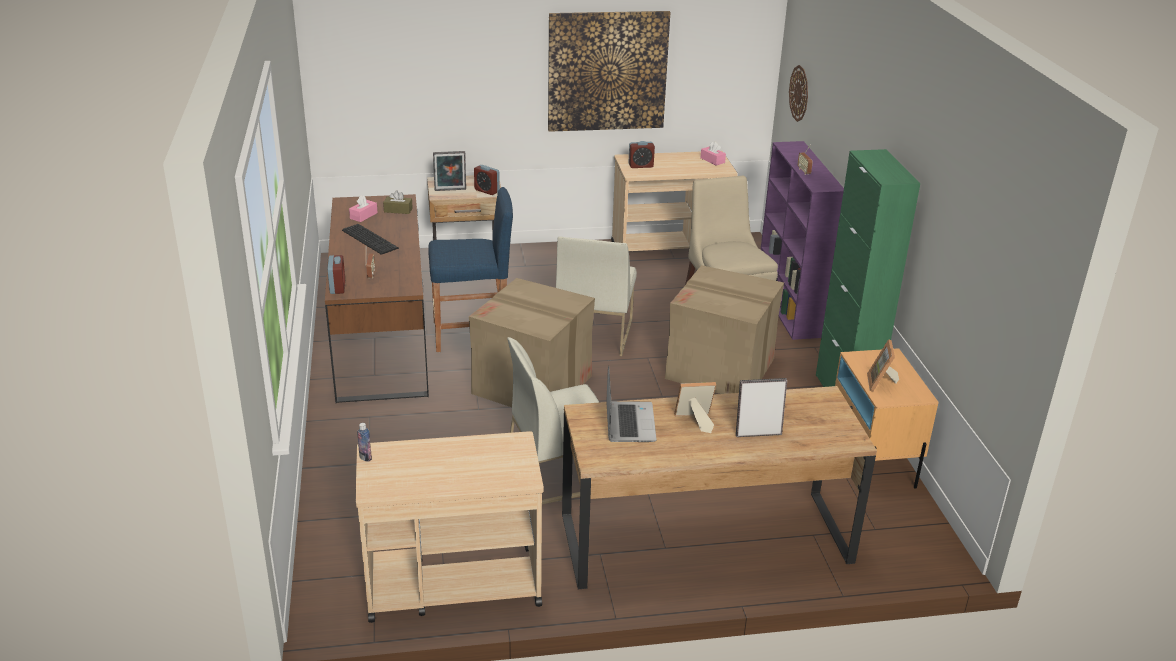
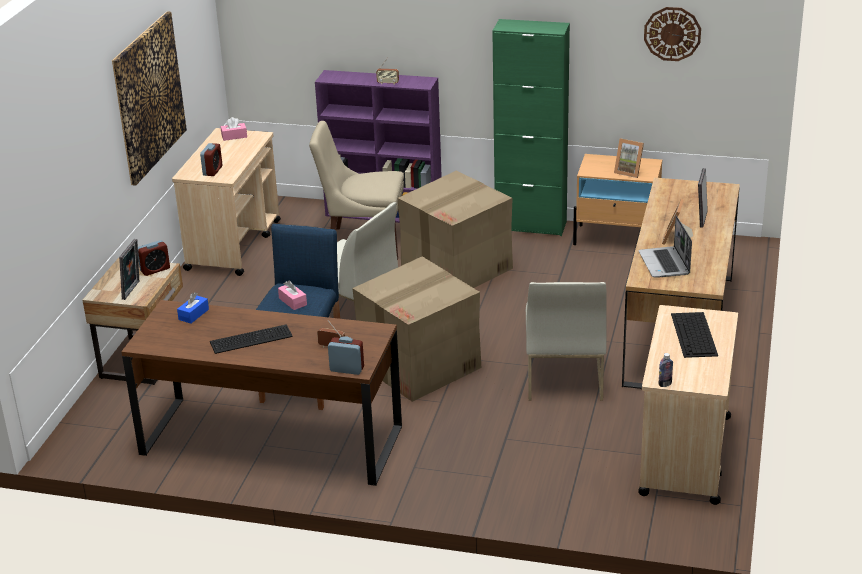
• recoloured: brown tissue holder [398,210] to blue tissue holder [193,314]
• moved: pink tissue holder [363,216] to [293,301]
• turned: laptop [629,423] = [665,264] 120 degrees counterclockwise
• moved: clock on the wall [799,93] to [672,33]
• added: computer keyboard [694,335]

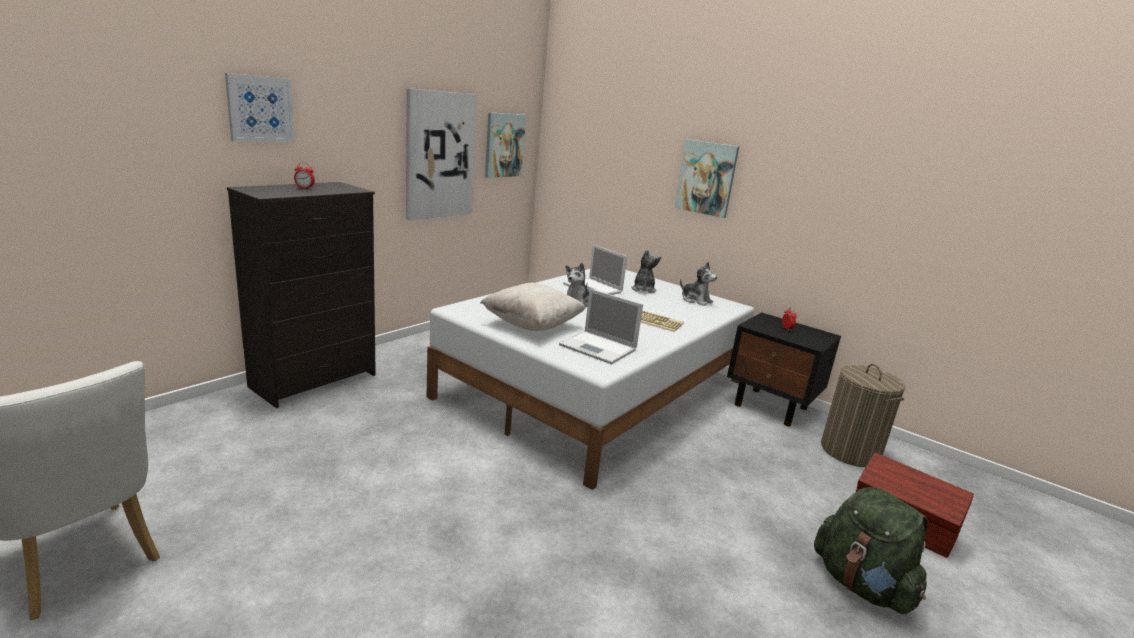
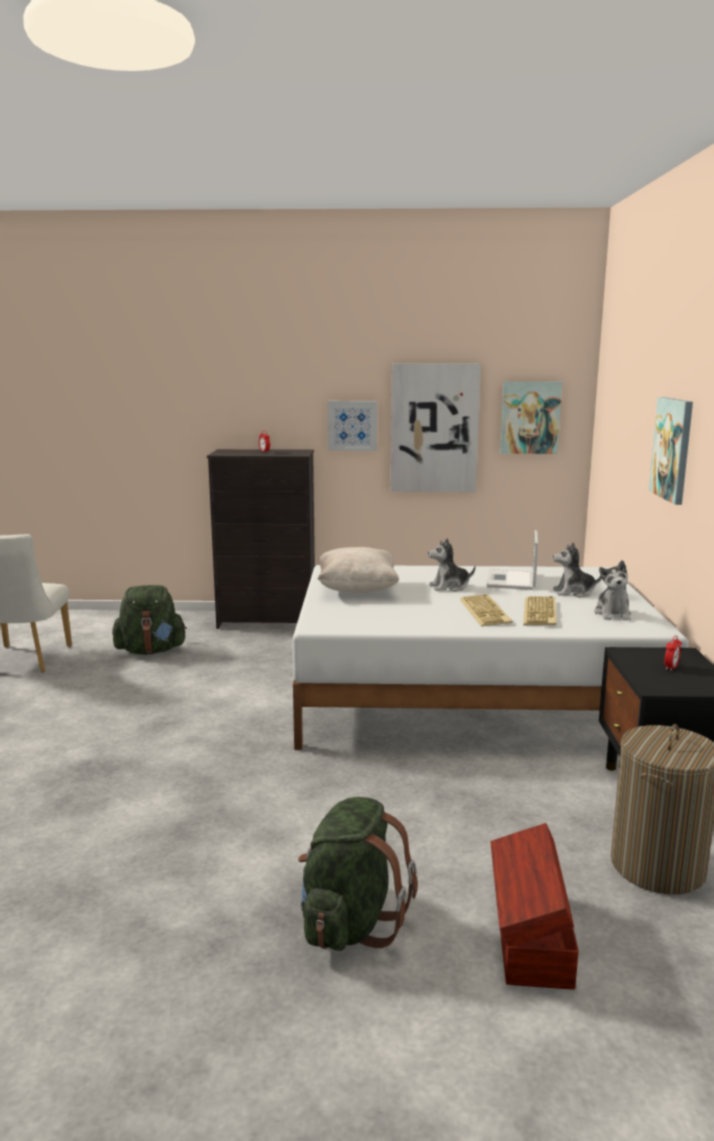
• added: green rucksack [151,651]
• moved: wall art [260,109] to [352,425]
• added: computer keyboard [541,613]
• turned: soft toy [643,289] = [574,592] 150 degrees counterclockwise
• removed: laptop [599,348]

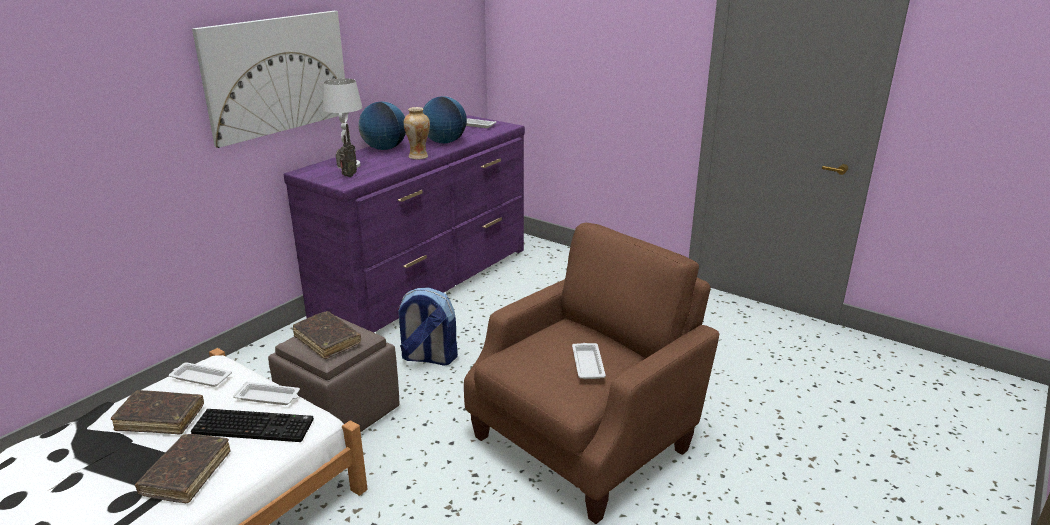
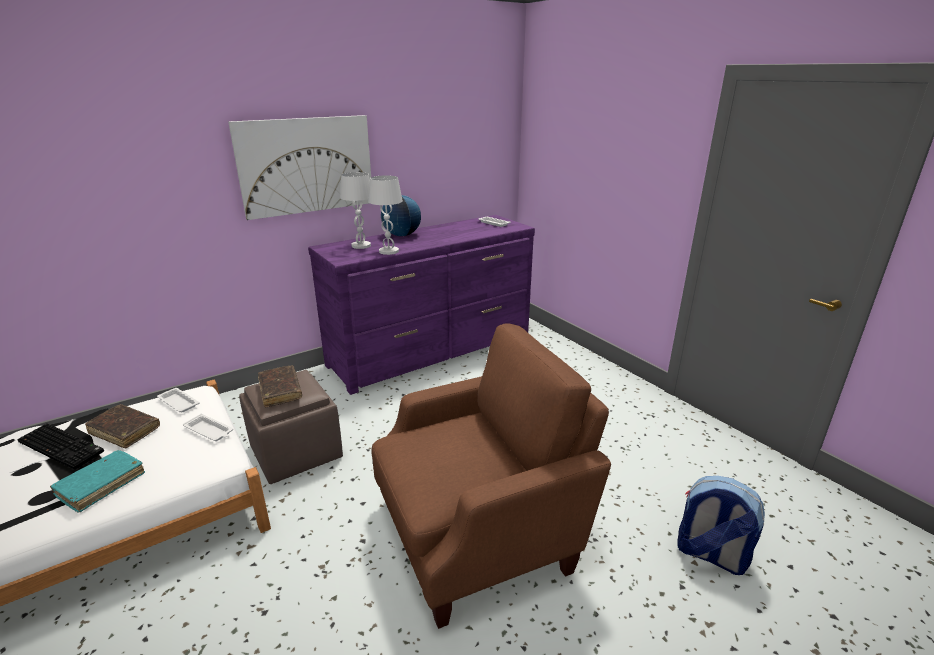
• moved: computer keyboard [255,426] to [63,446]
• recoloured: brown bound book [187,474] to turquoise bound book [101,485]
• added: whitish tabletop lamp [389,251]
• moved: rucksack [428,358] to [710,555]
• removed: radio receiver [347,176]
• removed: flower vase [418,157]
• removed: globe [444,142]
• removed: whitish serving tray [587,364]

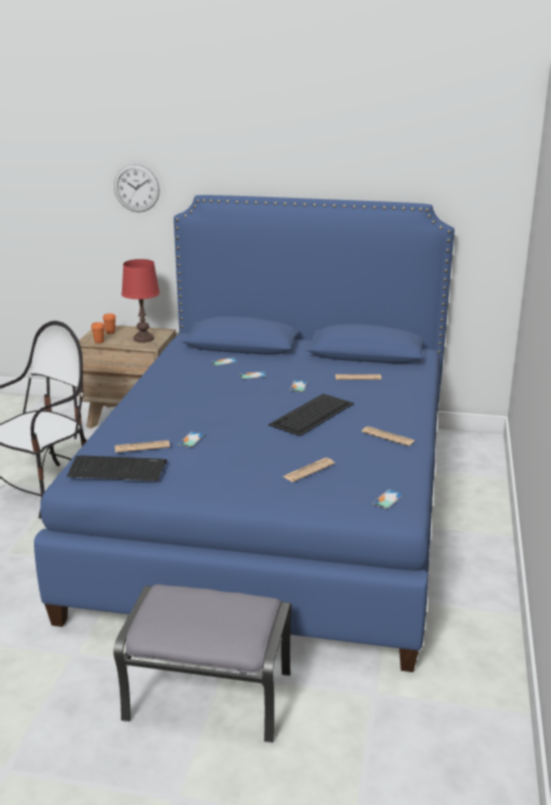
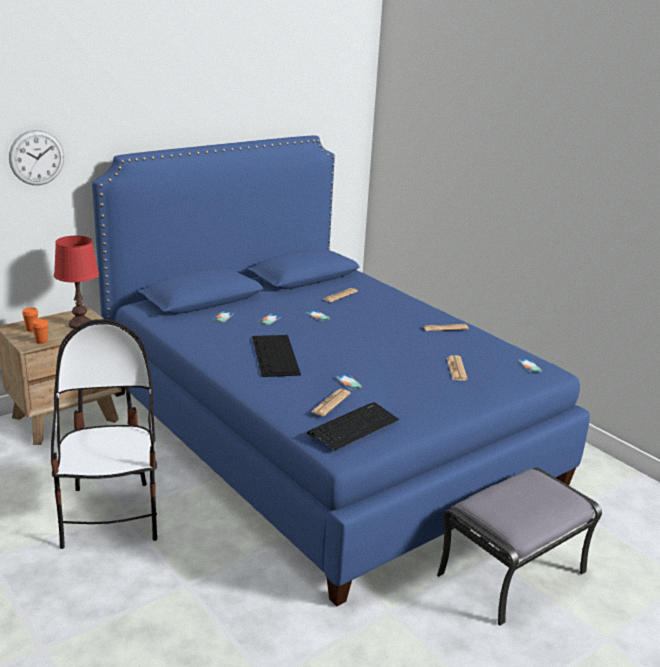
• moved: computer keyboard [311,414] to [276,355]

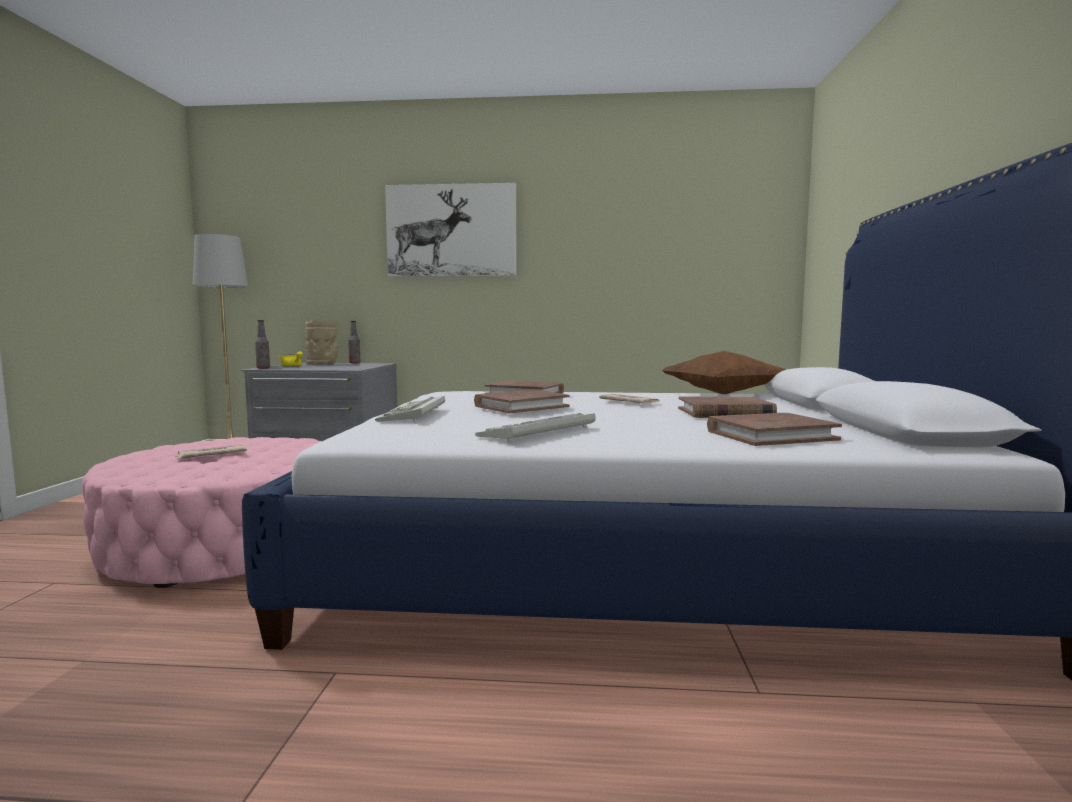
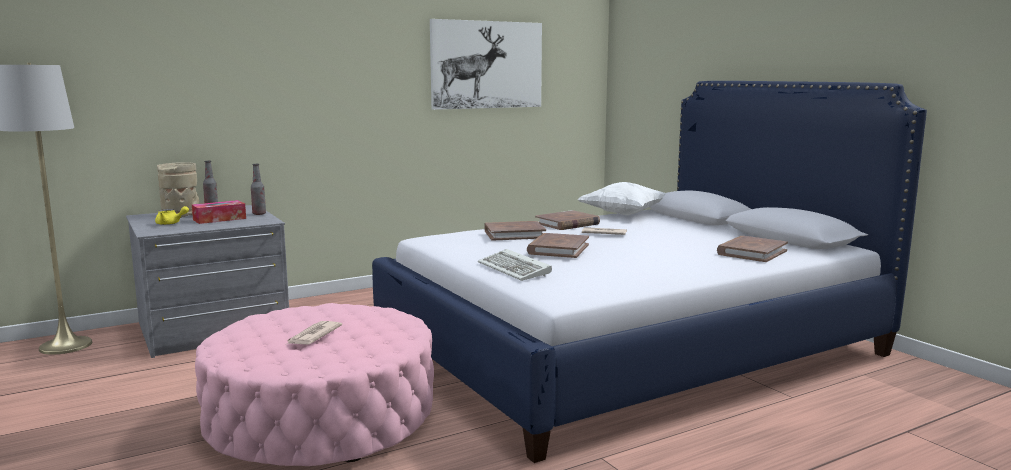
• added: tissue holder [219,219]
• moved: bottle [263,368] to [259,214]
• moved: wall art [451,231] to [487,65]
• moved: brown bound book [725,413] to [567,224]
• recoloured: brown throw pillow [723,393] to whitish throw pillow [623,214]
• removed: computer keyboard [537,433]

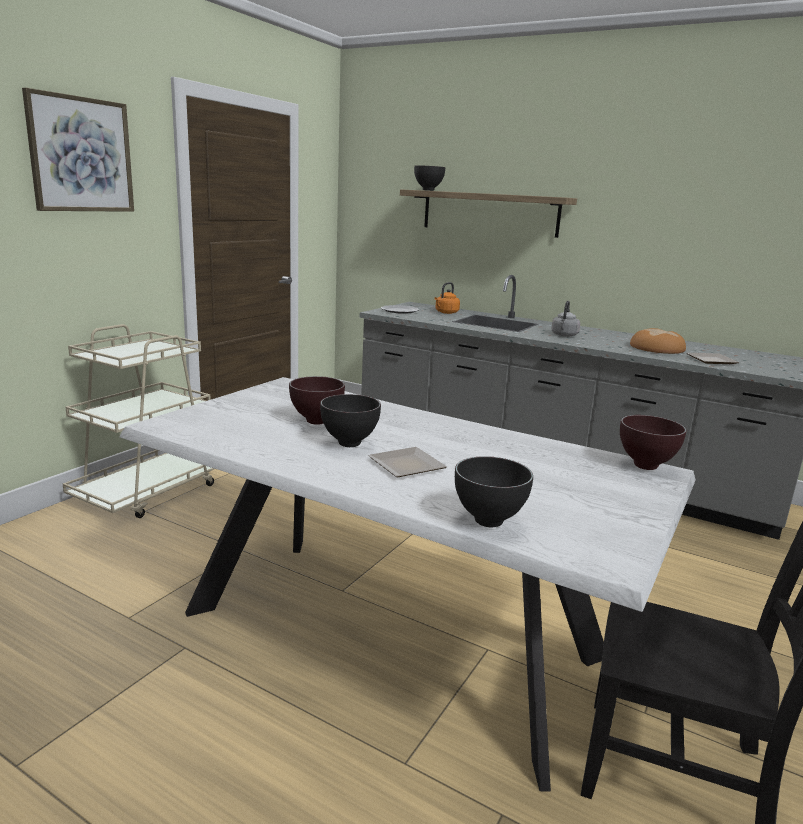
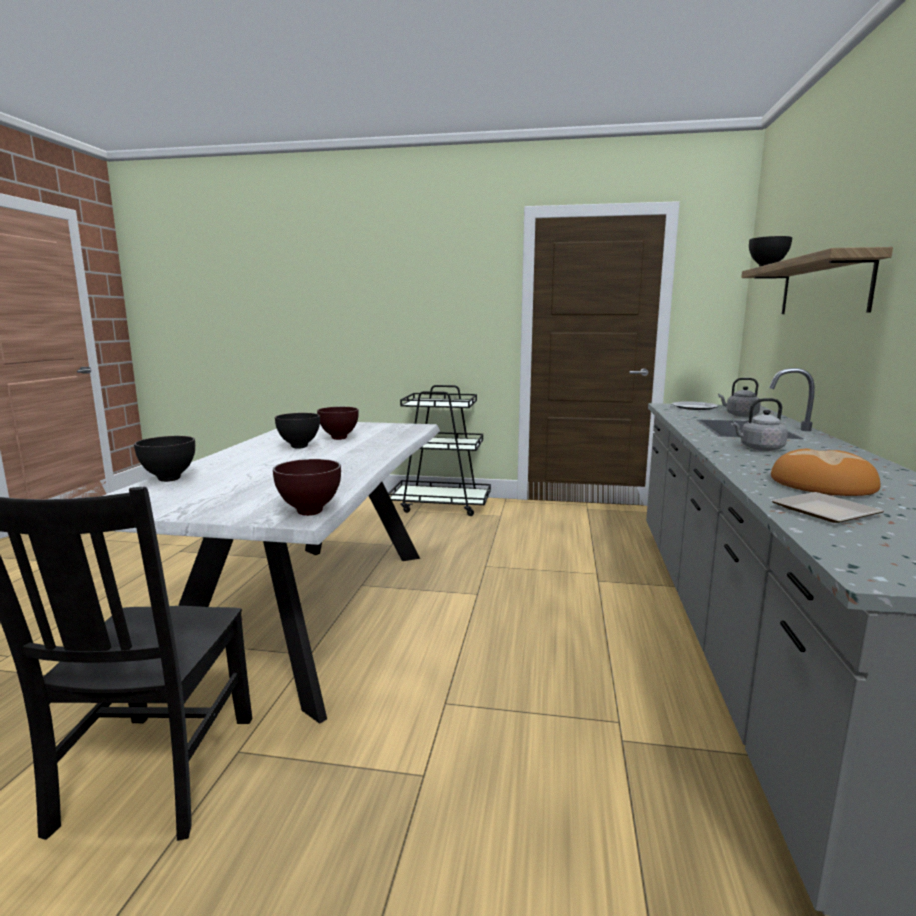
• recoloured: beige-coloured trolley [149,492] to black trolley [441,505]
• recoloured: orange-coloured water kettle [446,312] to gray water kettle [740,415]
• removed: wall art [81,155]
• removed: flat dish [404,465]

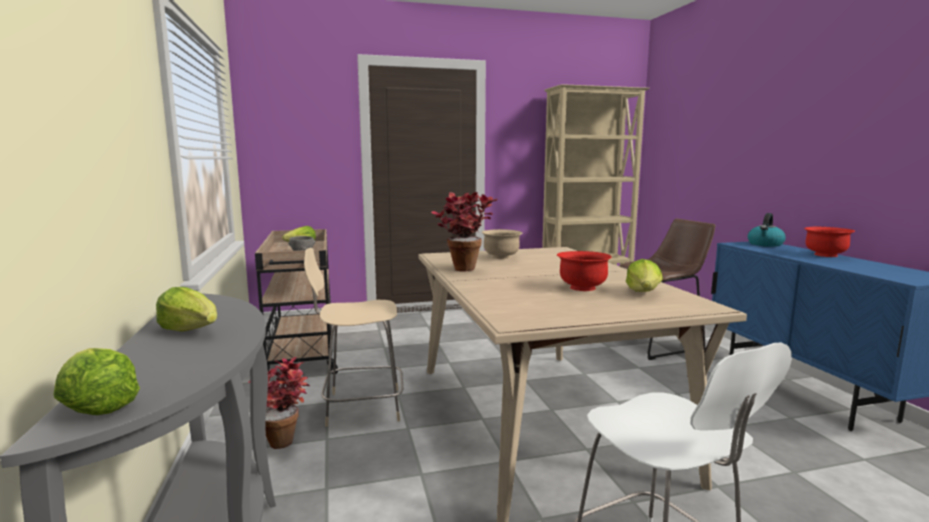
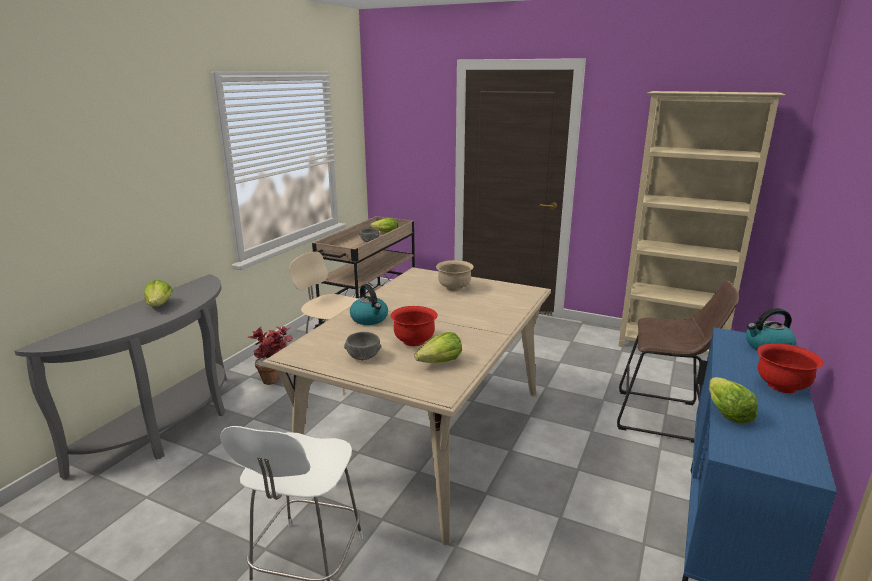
• added: gray serving bowl [363,357]
• added: water kettle [370,319]
• moved: lettuce [97,405] to [726,412]
• removed: potted plant [463,267]

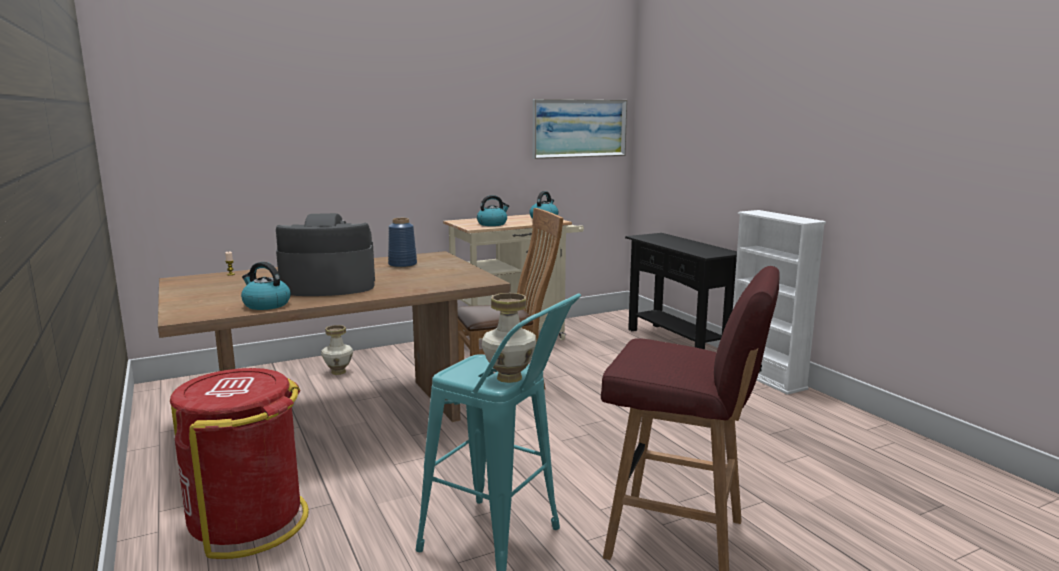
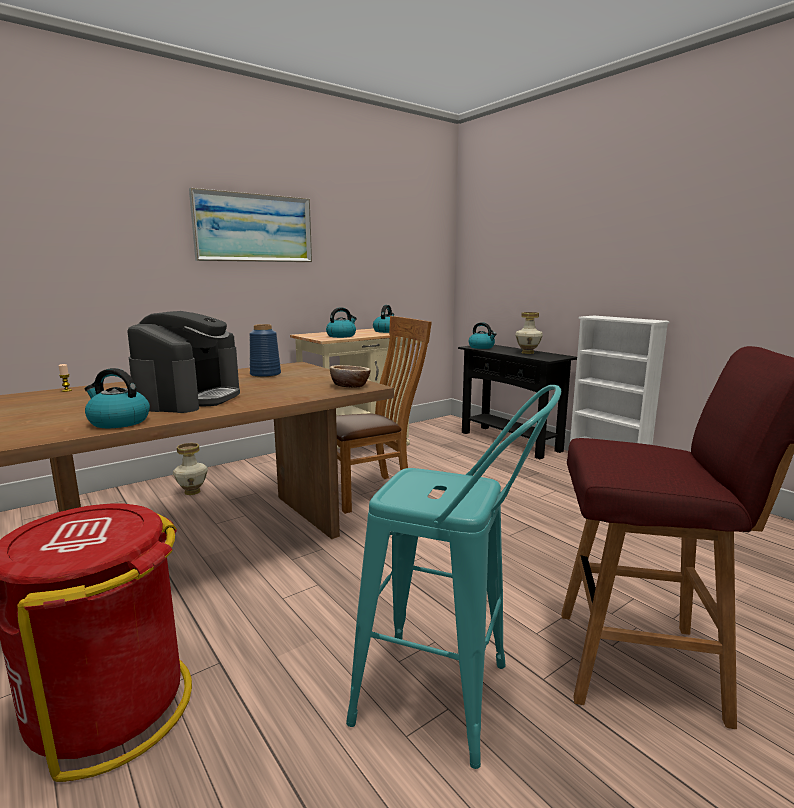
• turned: coffee brewer [328,286] = [190,398] 120 degrees clockwise
• moved: wall art [579,128] to [254,228]
• added: serving bowl [350,386]
• added: water kettle [482,347]
• moved: flower vase [510,377] to [528,352]

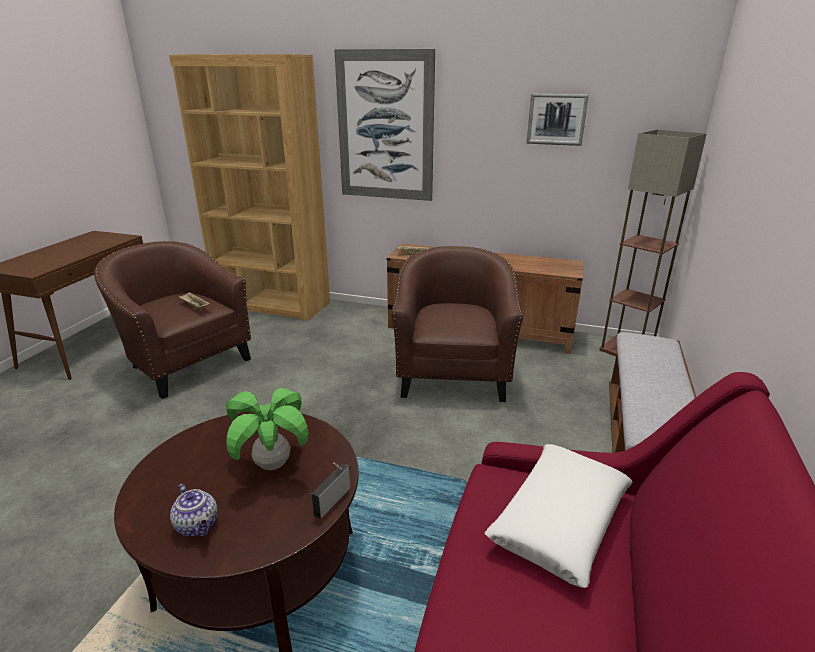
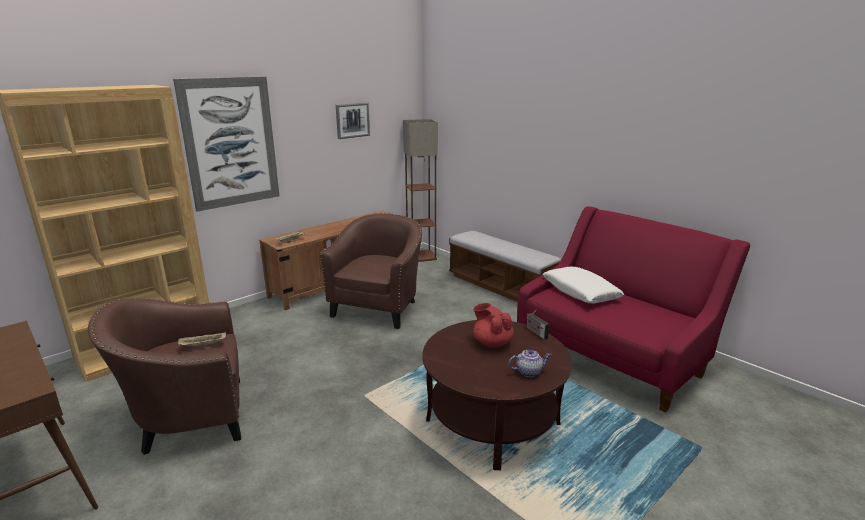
• turned: brown easy chair [453,374] = [379,308] 75 degrees clockwise
• replaced: potted plant [273,464] to red pot for tea [492,343]

